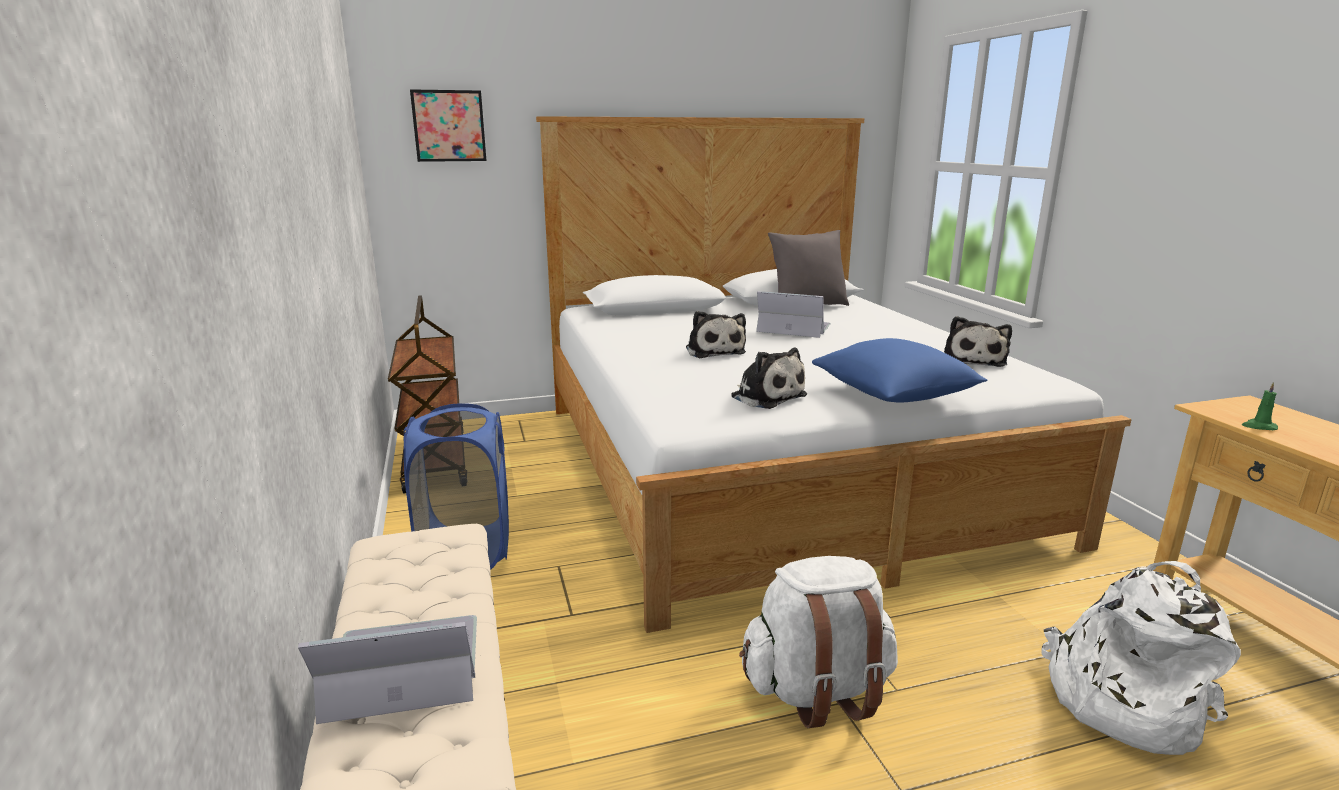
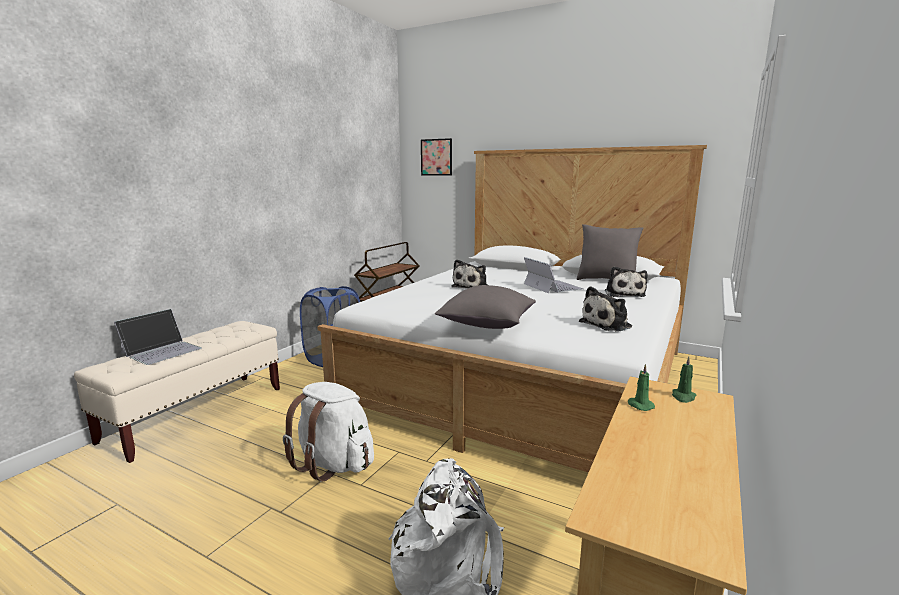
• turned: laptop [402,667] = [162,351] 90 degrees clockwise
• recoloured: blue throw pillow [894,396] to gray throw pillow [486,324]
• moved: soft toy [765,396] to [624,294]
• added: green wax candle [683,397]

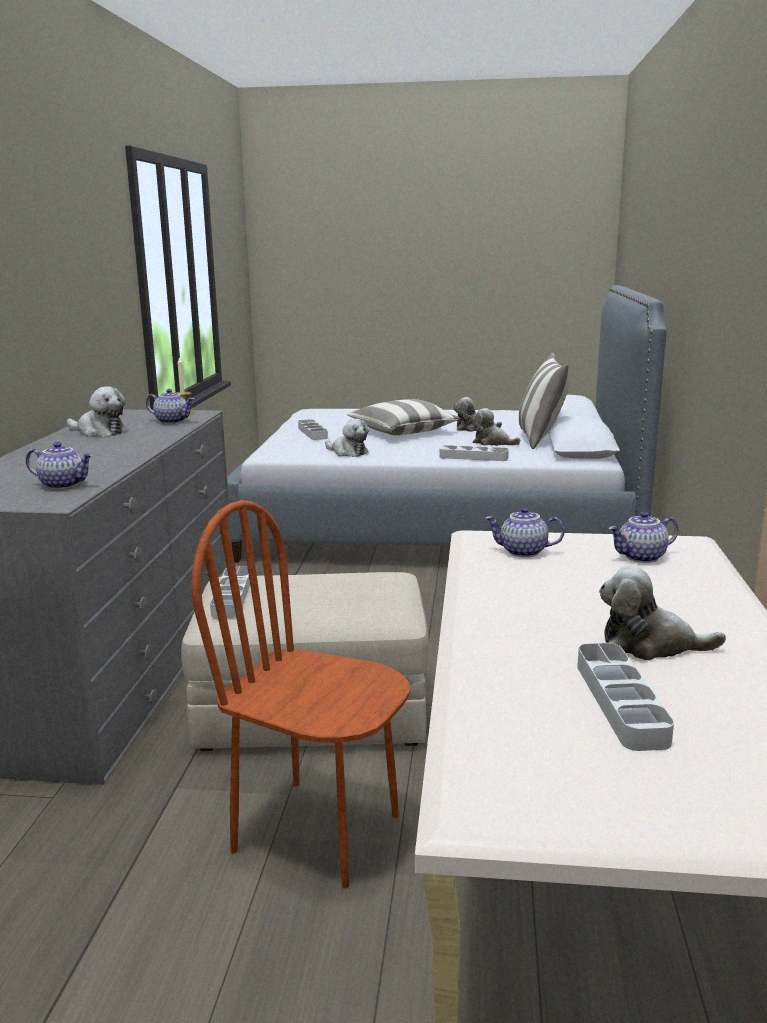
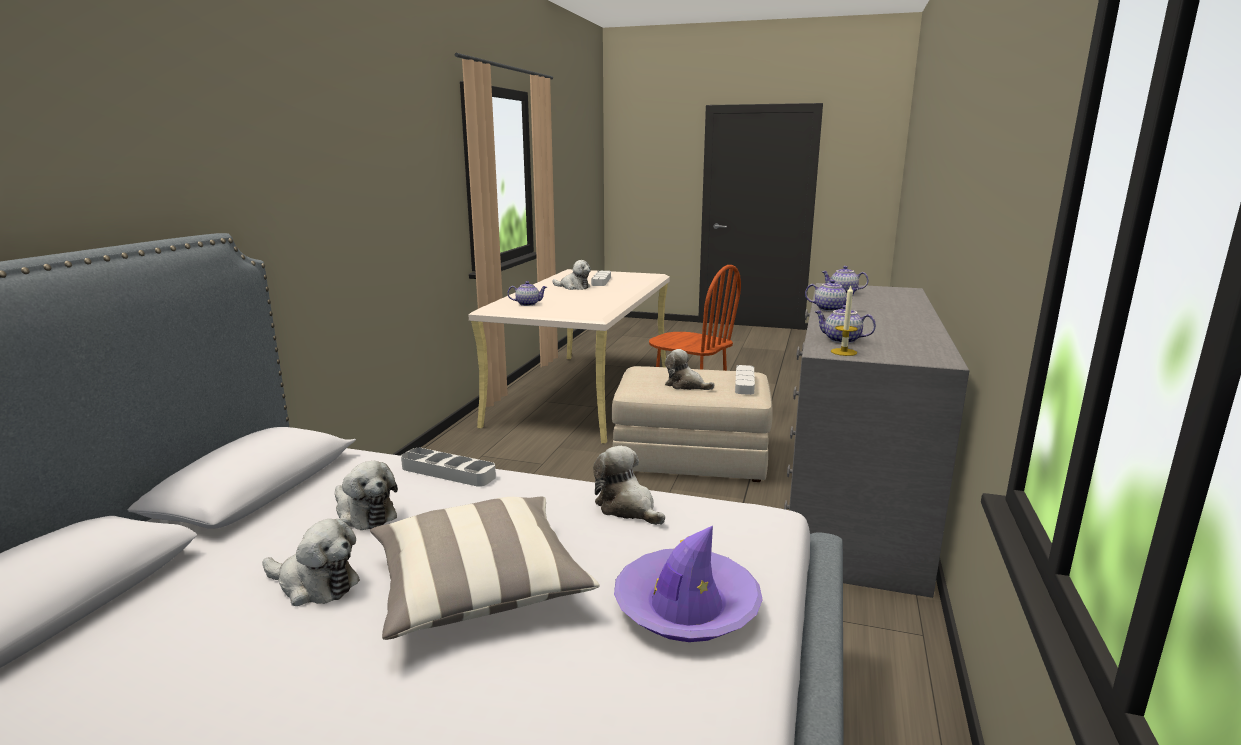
• replaced: gray serving tray [312,433] to purple hat [686,607]
• moved: soft toy [99,432] to [686,385]
• moved: pot for tea [523,552] to [830,309]
• removed: throw pillow [540,439]

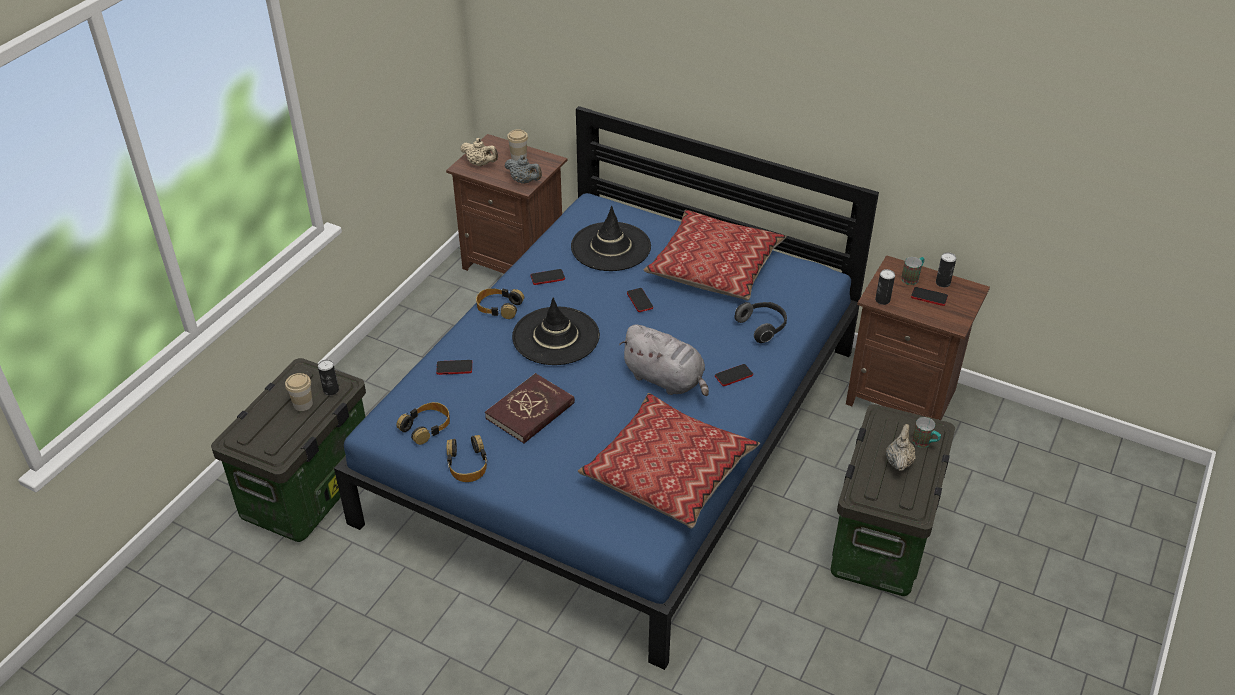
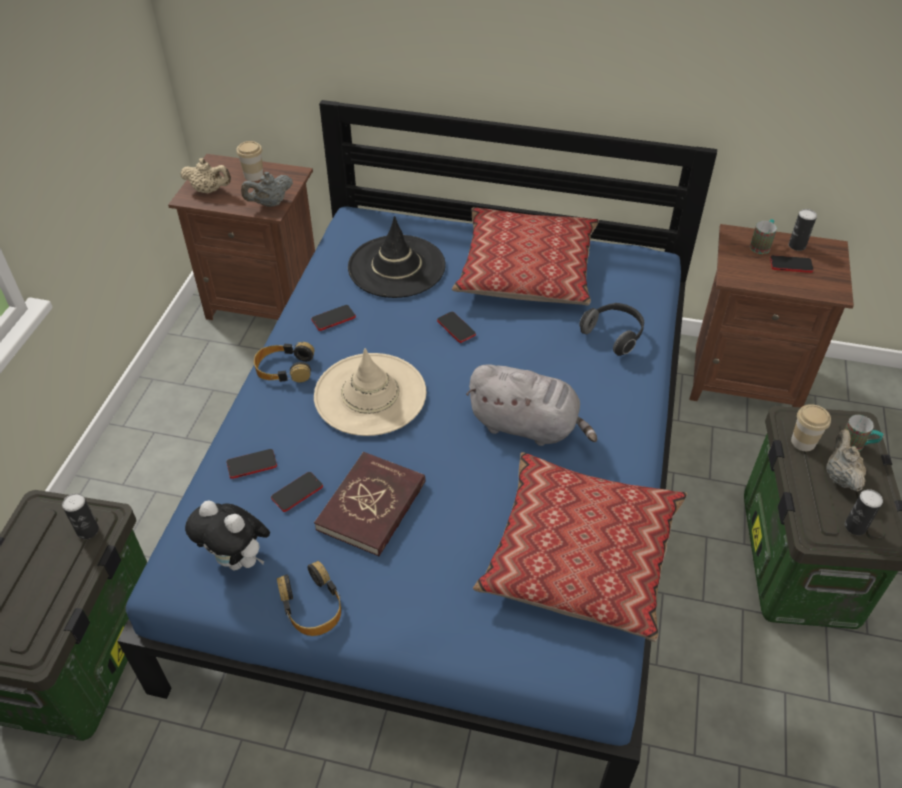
• replaced: pair of headphones [426,427] to soft toy [238,560]
• turned: gray pot for tea [524,181] = [270,203] 135 degrees clockwise
• moved: phone [733,376] to [297,492]
• recoloured: black hat [556,336] to beige-coloured hat [370,394]
• moved: drinking cup [303,404] to [803,442]
• moved: can [882,300] to [855,526]

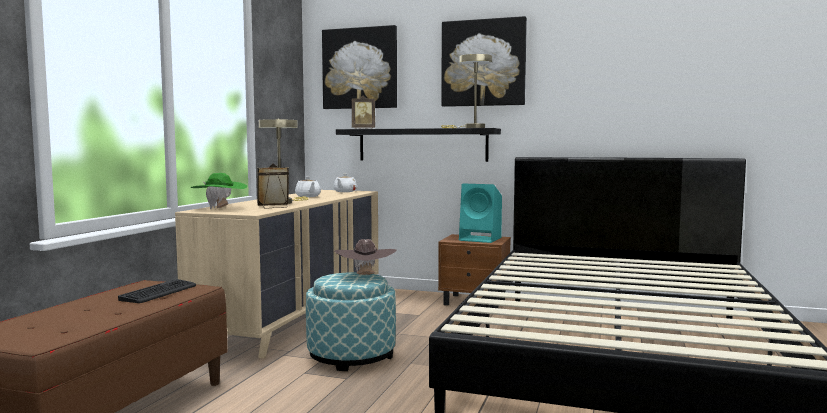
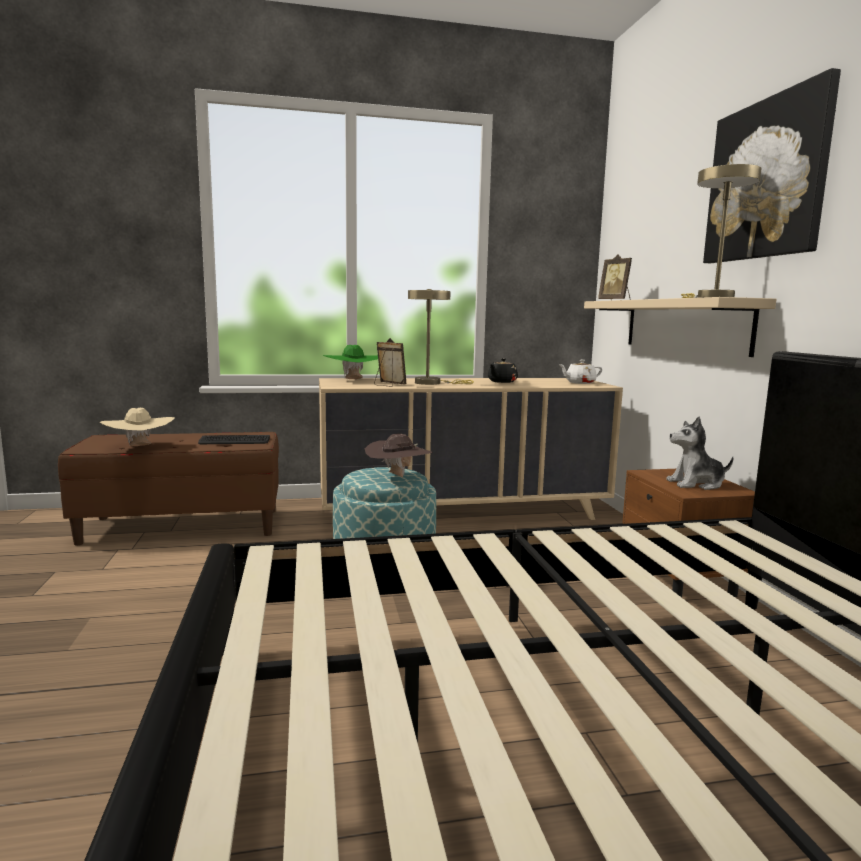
• added: beige-coloured hat [140,447]
• recoloured: whitish pot for tea [308,196] to black pot for tea [501,382]
• recoloured: black wall shelf [422,145] to beige-coloured wall shelf [684,325]
• replaced: turquoise audio speaker [481,239] to soft toy [696,484]
• removed: wall art [360,68]

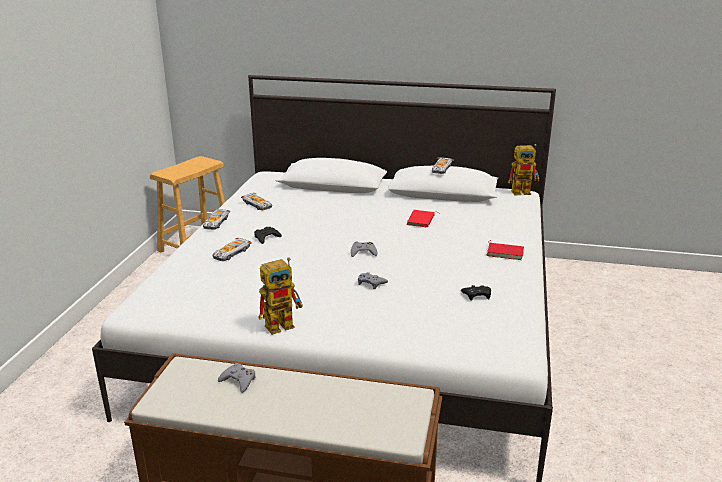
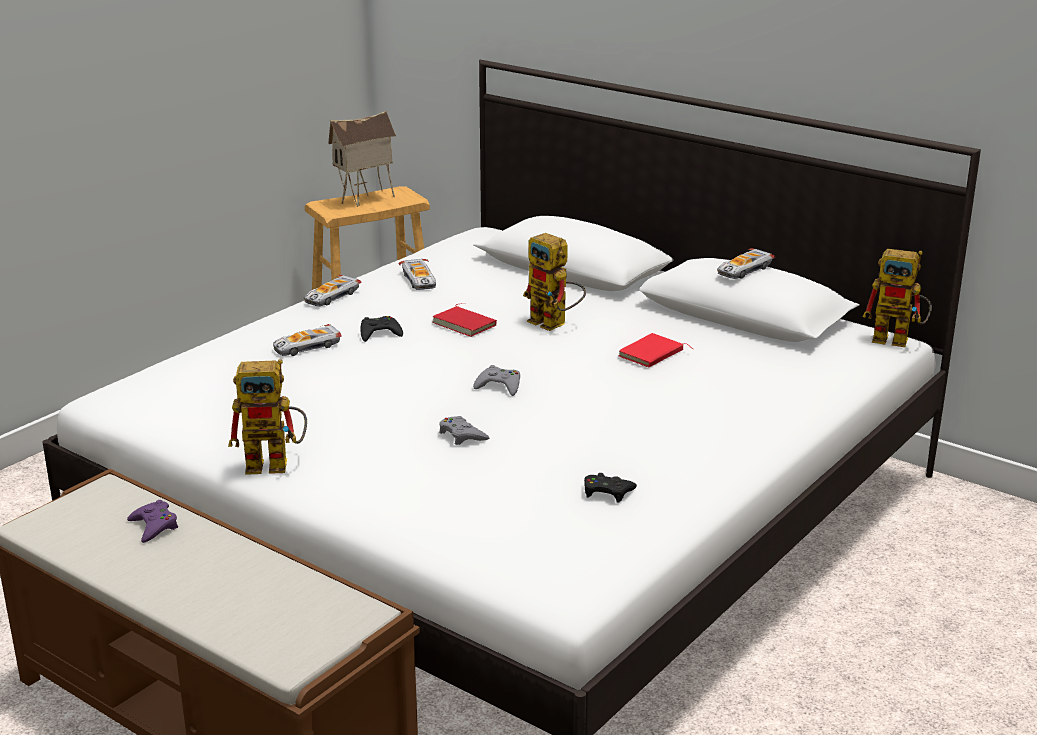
• recoloured: gray joypad [238,381] to purple joypad [154,526]
• added: toy house [366,200]
• moved: red bound book [505,252] to [466,324]
• added: robot figure [554,324]

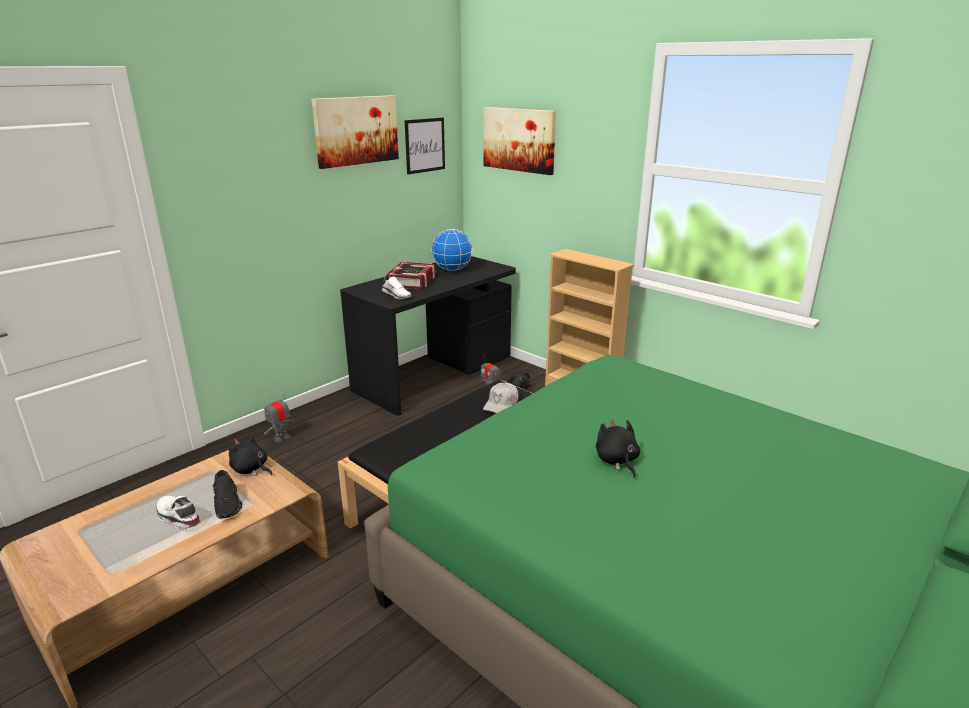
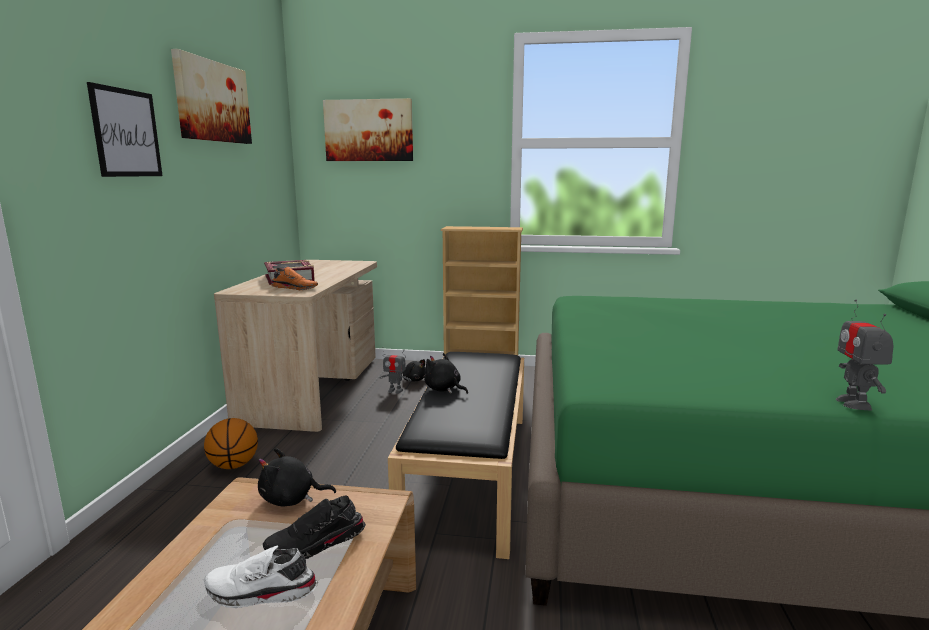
• moved: wall art [425,145] to [126,133]
• added: basketball [234,465]
• recoloured: black desk table [435,374] to beige-coloured desk table [314,388]
• turned: black item of footwear [228,503] = [316,544] 120 degrees clockwise
• recoloured: whitish item of footwear [397,295] to orange-coloured item of footwear [295,288]
• moved: black soft toy [617,461] to [444,389]
• moved: robot figure [281,438] to [854,403]
• removed: globe [452,269]
• removed: whitish cap [501,404]

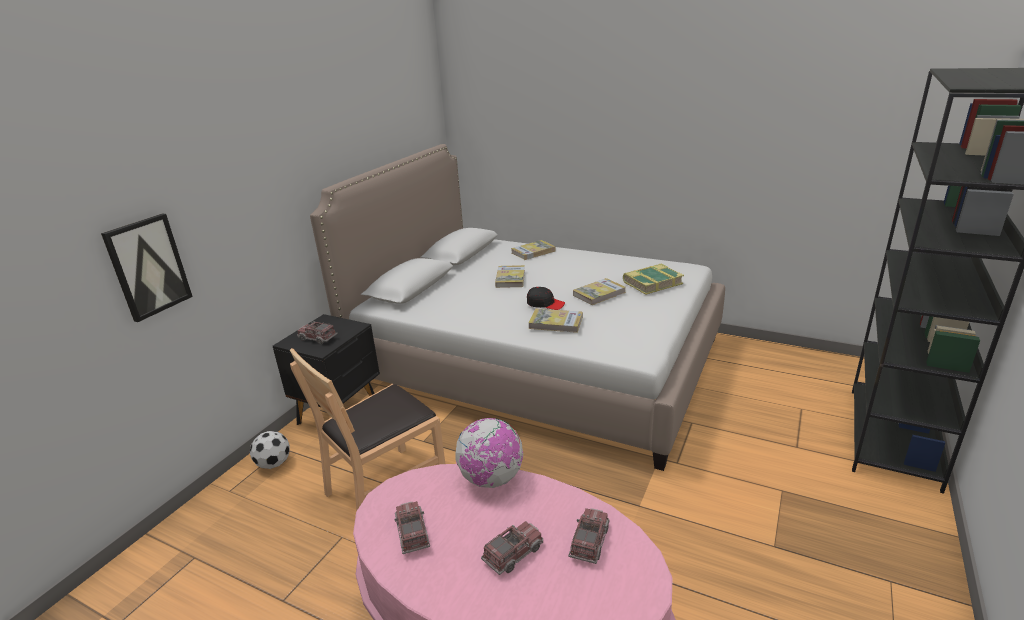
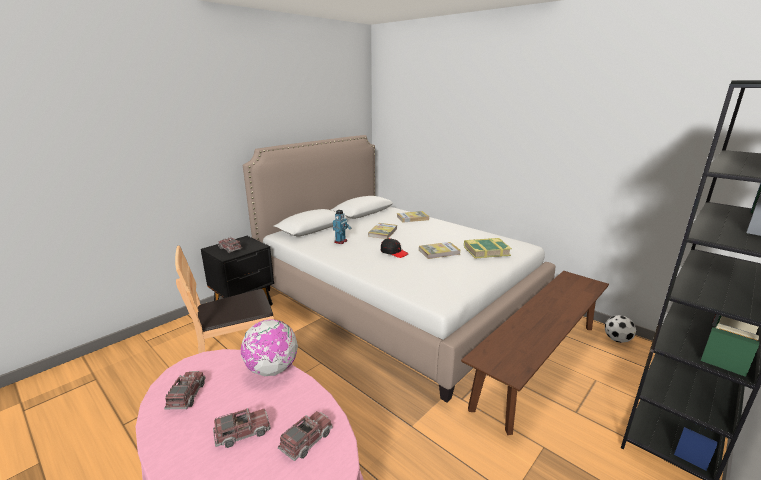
• added: robot figure [341,241]
• added: brown long seat [538,363]
• moved: ball for football [274,463] to [617,339]
• removed: wall art [148,267]
• removed: bound book [556,323]

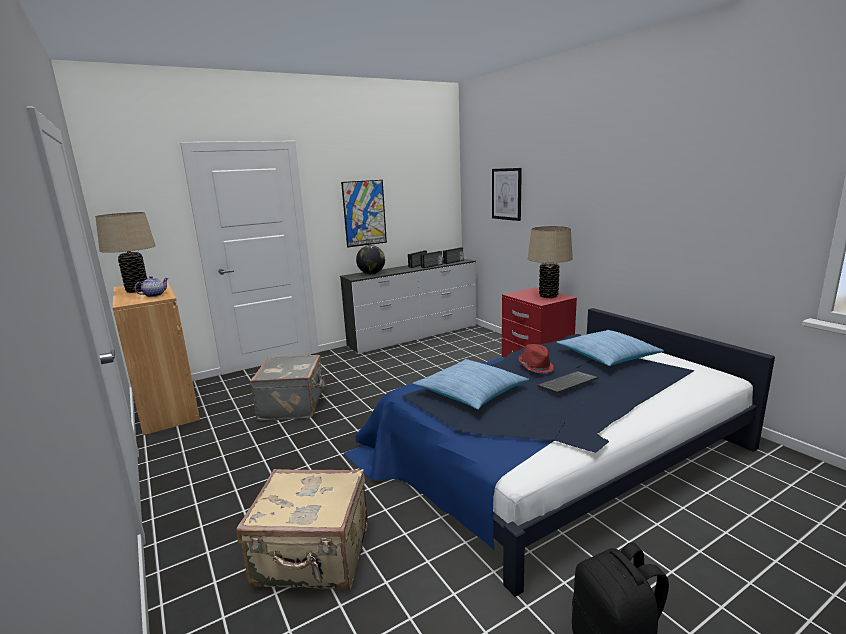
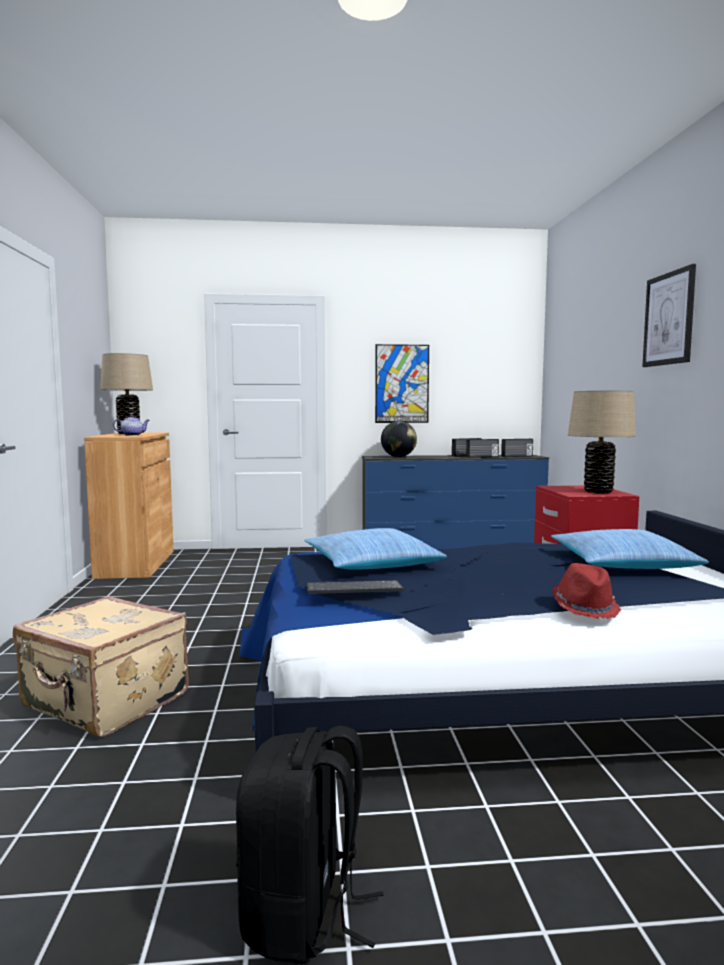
• moved: computer keyboard [568,384] to [353,591]
• recoloured: whitish dresser [414,336] to blue dresser [452,548]
• moved: red hat [536,367] to [585,607]
• moved: wall art [506,194] to [669,319]
• removed: gray suitcase [293,405]

